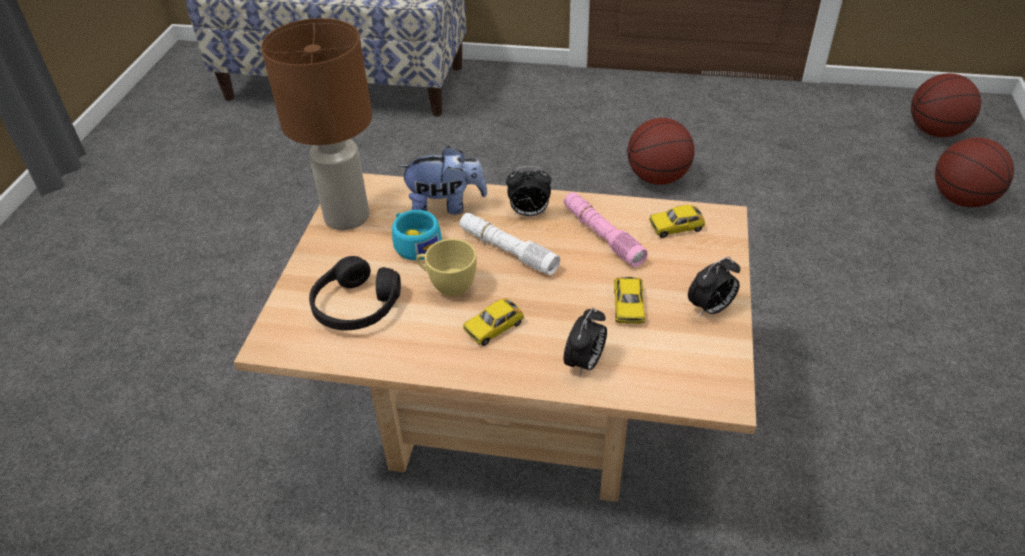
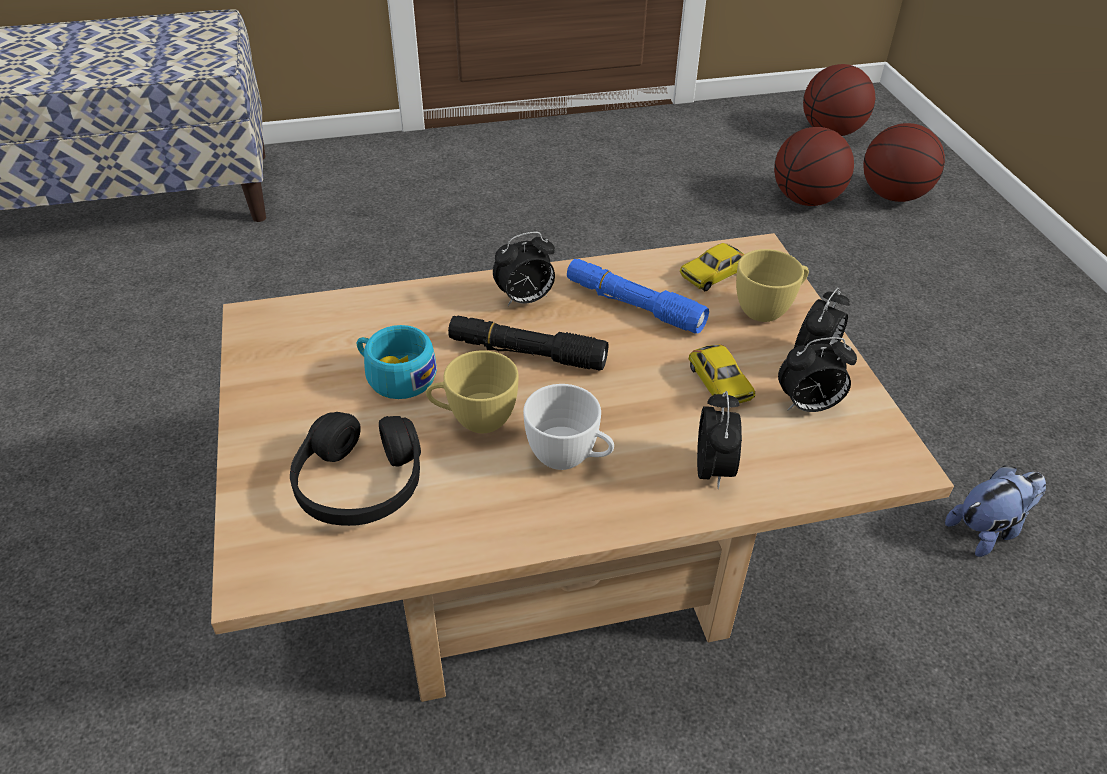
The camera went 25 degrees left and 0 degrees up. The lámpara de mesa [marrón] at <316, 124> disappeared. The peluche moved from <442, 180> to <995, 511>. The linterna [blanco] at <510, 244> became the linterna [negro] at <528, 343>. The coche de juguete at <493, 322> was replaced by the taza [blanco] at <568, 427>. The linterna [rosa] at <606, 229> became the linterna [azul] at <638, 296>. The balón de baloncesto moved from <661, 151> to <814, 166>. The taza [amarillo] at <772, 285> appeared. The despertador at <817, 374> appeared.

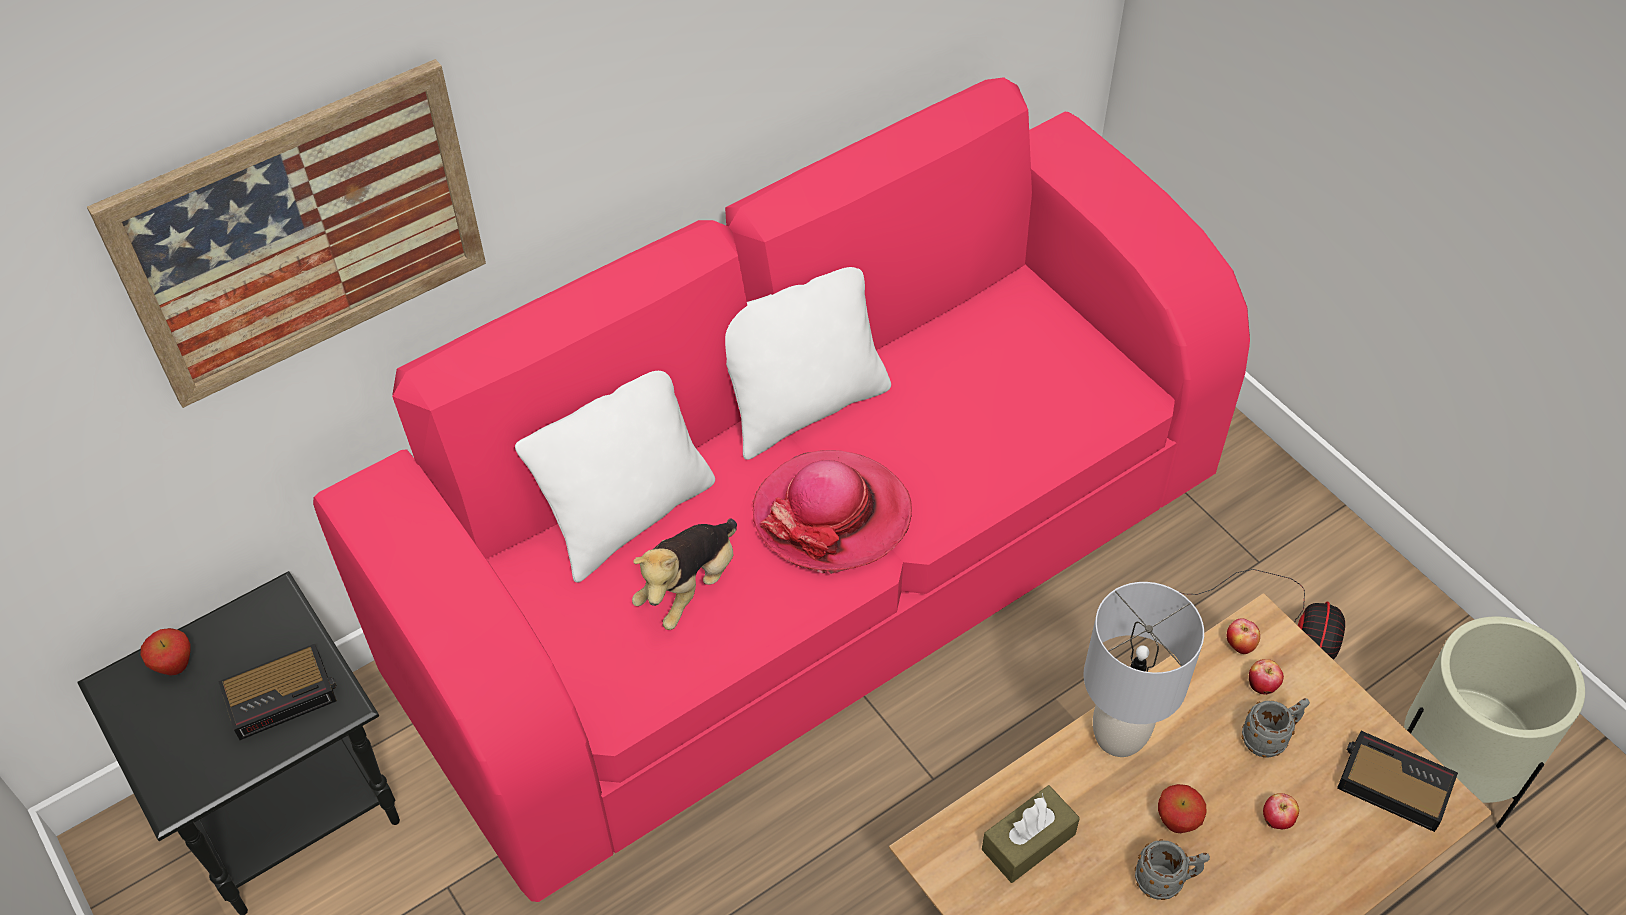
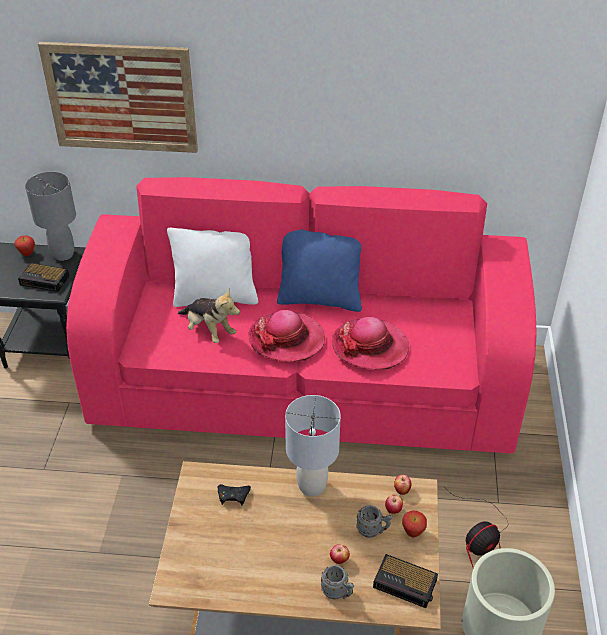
The camera went 40 degrees right and 10 degrees down. The peluche at <684, 574> turned 120 degrees counterclockwise. The cojín [blanco] at <808, 363> became the cojín [azul] at <319, 270>. The caja de pañuelos [marrón] at <1031, 834> was replaced by the mando de consola [negro] at <234, 495>. The taza grande [gris] moved from <1172, 869> to <337, 582>. The manzana moved from <1182, 808> to <414, 523>. The despertador at <1397, 781> turned 135 degrees clockwise. The lámpara de mesa [gris] at <50, 216> appeared. The sombrero at <370, 343> appeared.

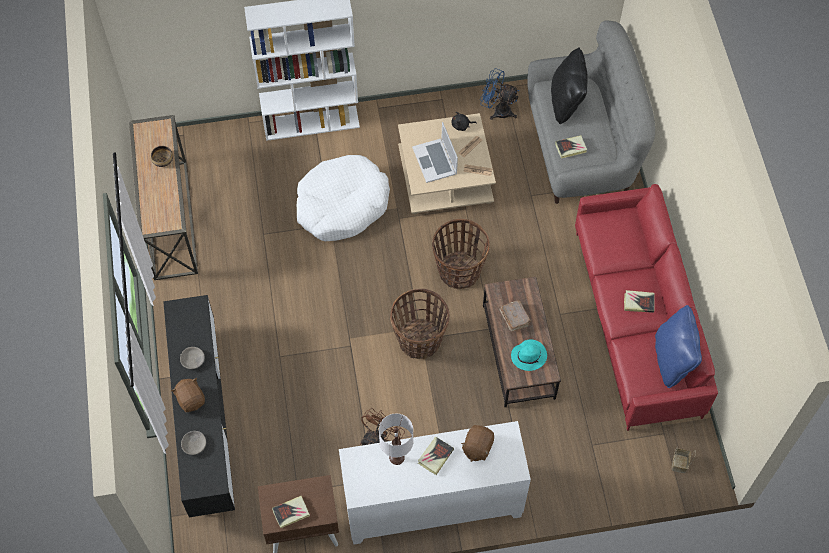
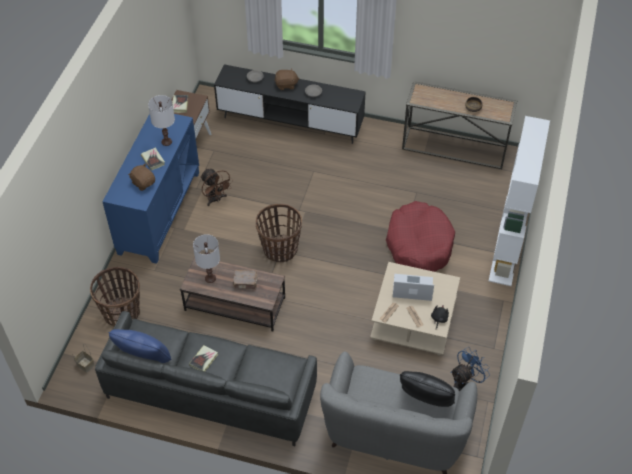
The camera went 115 degrees right and 10 degrees down. The cama para perro [blanco] at <343, 198> became the cama para perro [rojo] at <420, 236>. The armario [blanco] at <435, 482> became the armario [azul] at <150, 189>. The cesta moved from <461, 254> to <115, 297>. The sombrero [turquesa] at <529, 355> was replaced by the lámpara de mesa [blanco] at <206, 258>. The libro at <571, 147> disappeared. The sofá [rojo] at <646, 307> became the sofá [gris] at <206, 378>.

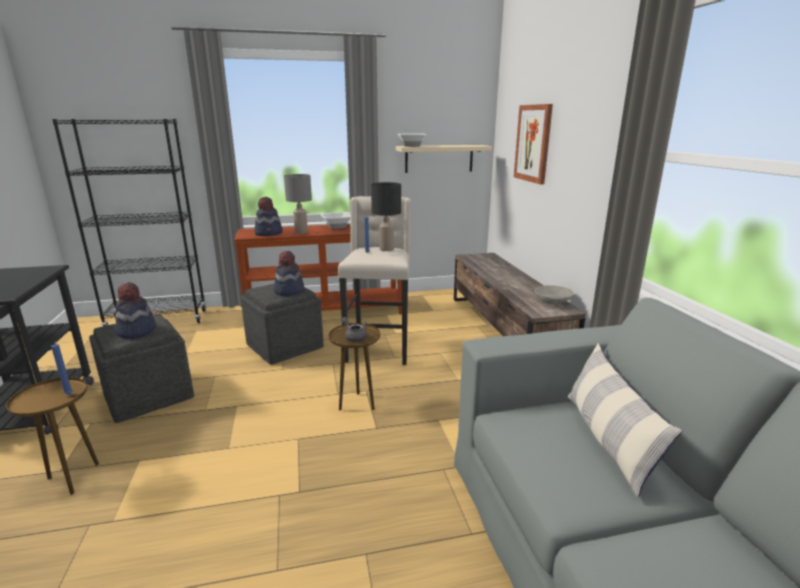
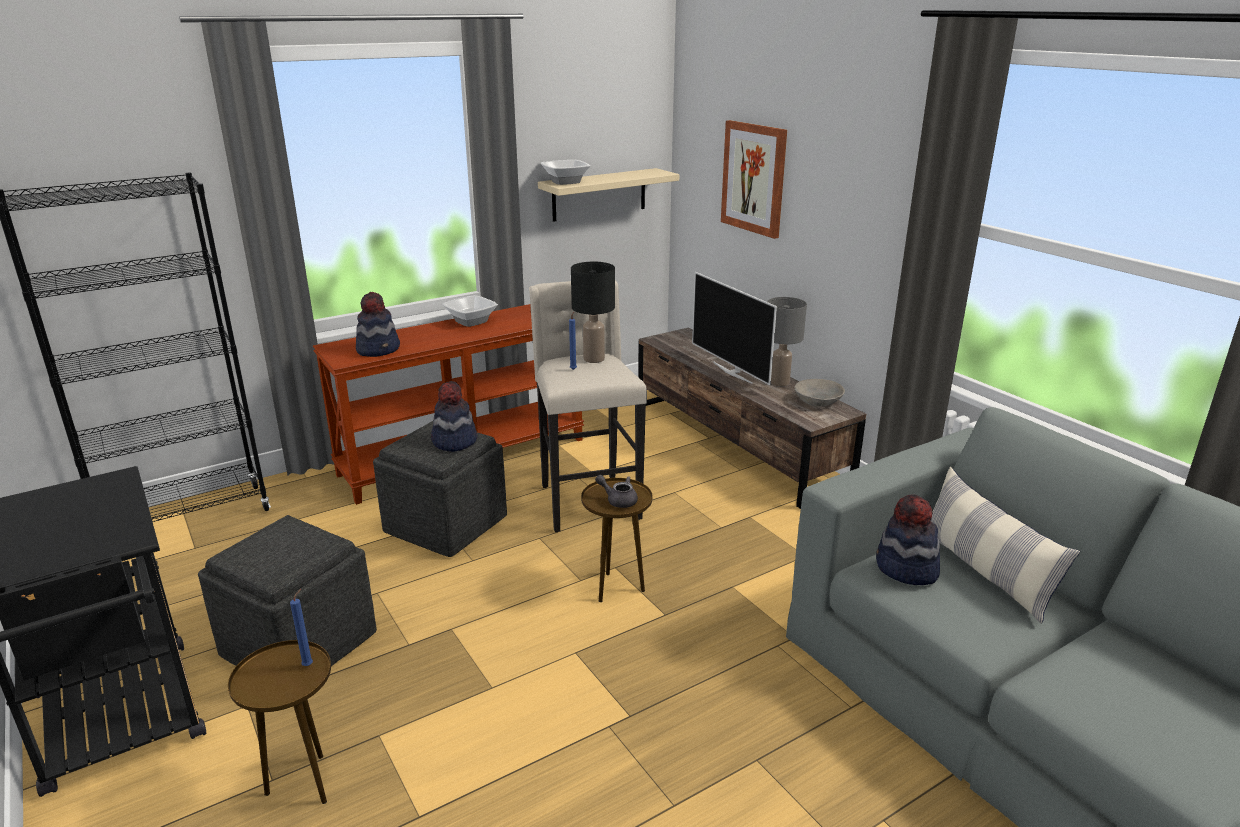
The camera went 20 degrees left and 5 degrees up. The sombrero moved from <135, 310> to <908, 539>. The lámpara de mesa [gris] moved from <298, 204> to <787, 342>. The televisor at <734, 328> appeared.

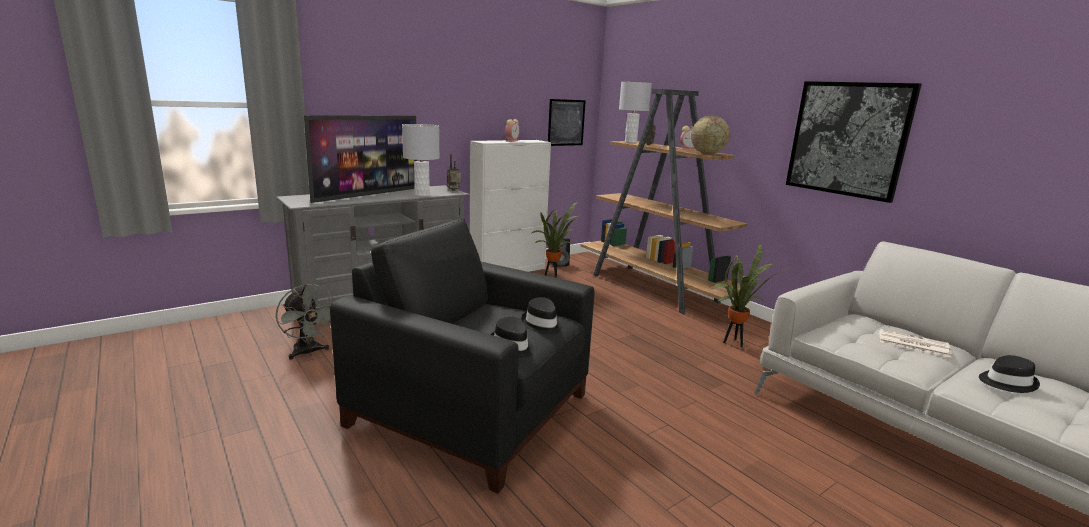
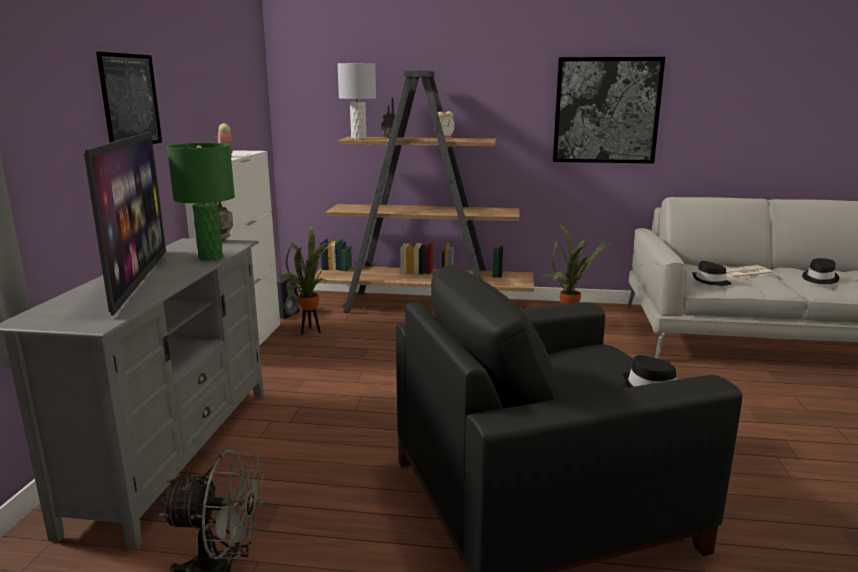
The camera went 45 degrees left and 0 degrees up. The lámpara de mesa [gris] at <421, 160> became the lámpara de mesa [verde] at <201, 202>. The sombrero [negro] moved from <541, 315> to <712, 273>. The cuadro moved from <567, 122> to <129, 98>. The globo terráqueo at <710, 135> disappeared.

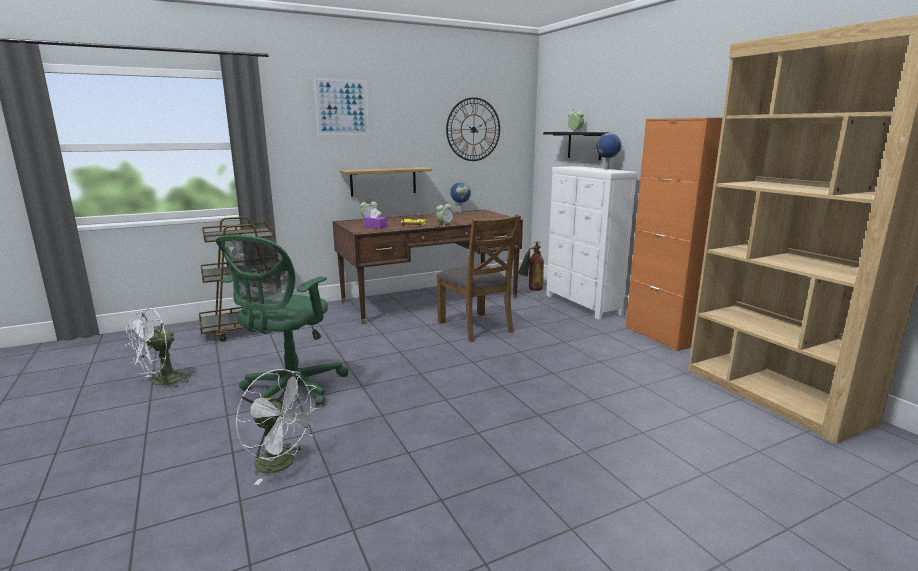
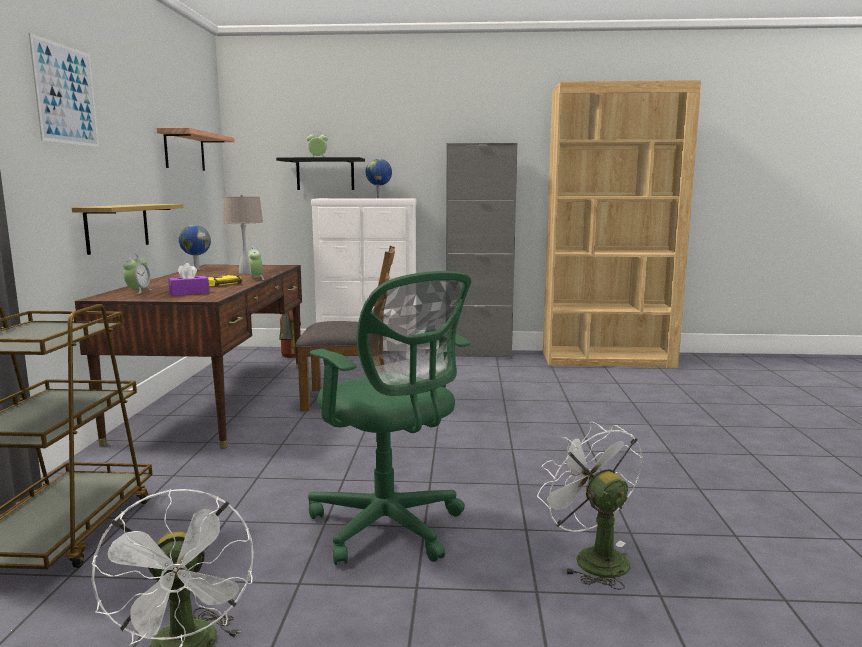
The camera went 60 degrees left and 5 degrees down. The ventilador [blanco] at <278, 427> turned 90 degrees counterclockwise. The reloj de pared at <473, 129> was replaced by the estante at <195, 149>. The armario [naranja] at <674, 234> became the armario [gris] at <481, 250>. The lámpara de mesa [beis] at <243, 234> appeared.

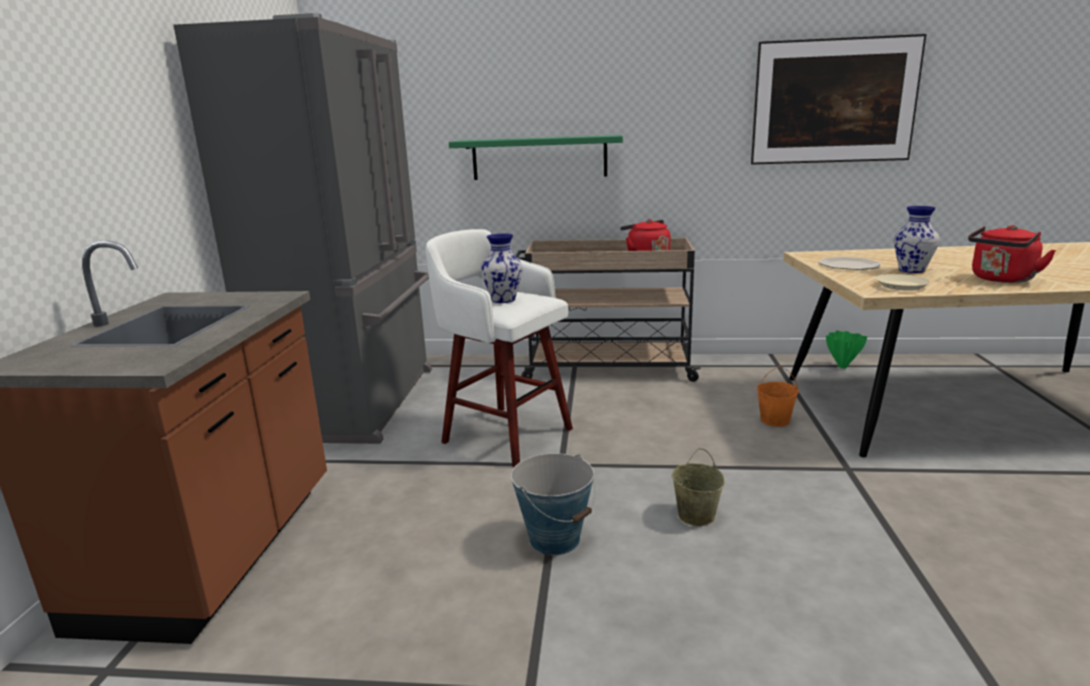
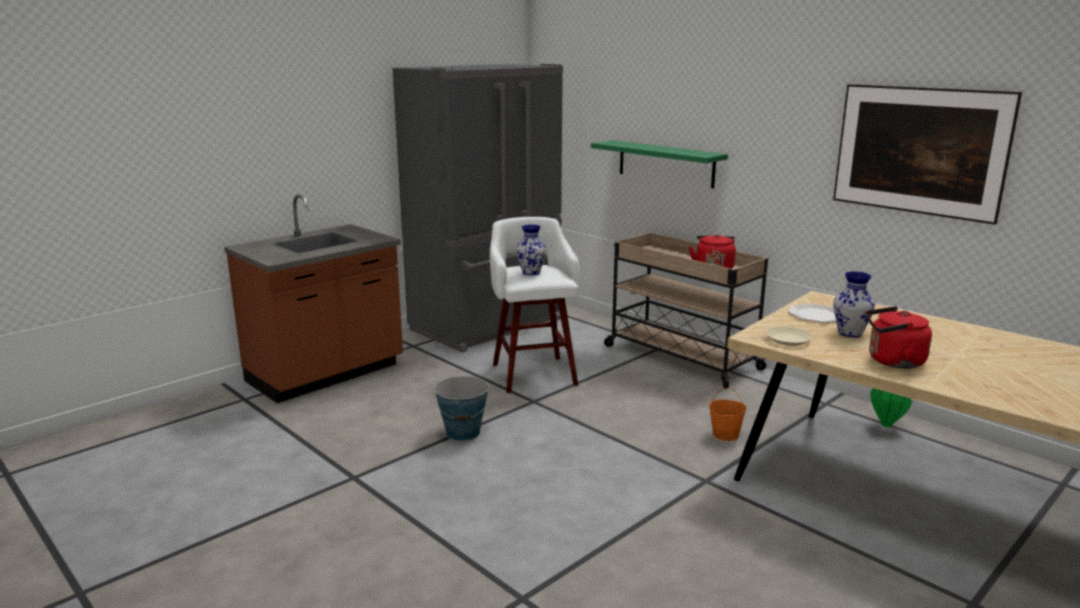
The camera went 40 degrees right and 0 degrees up. The cubo [beis] at <698, 487> disappeared.

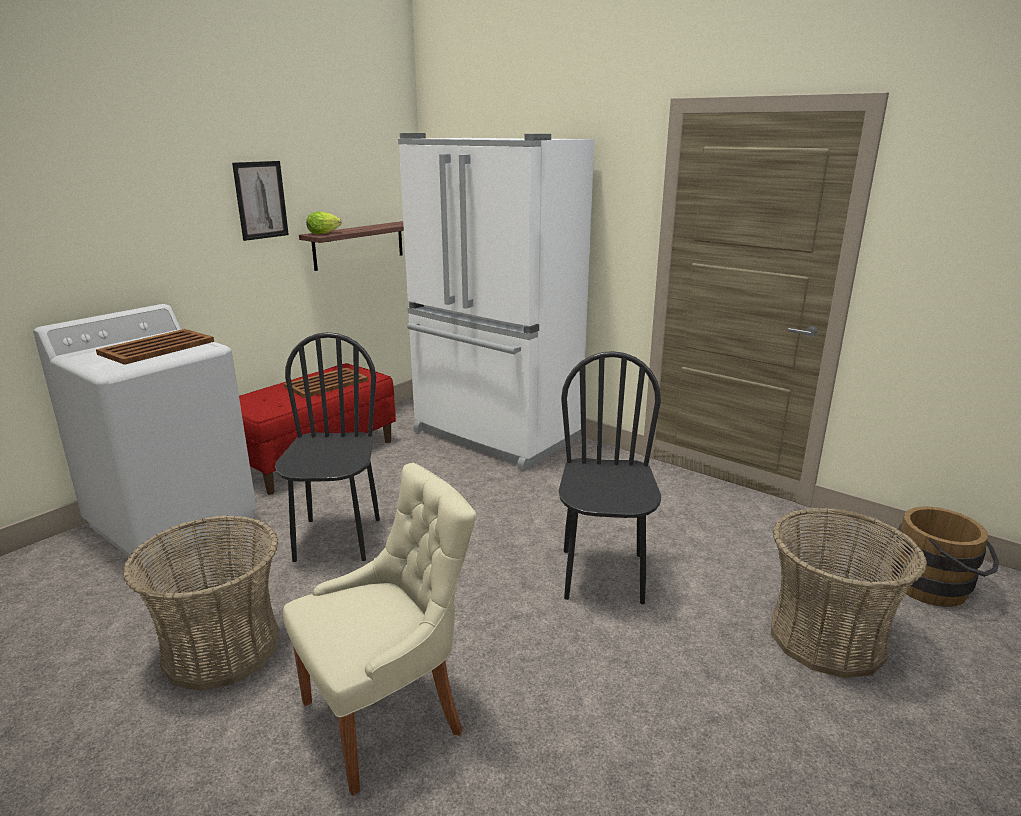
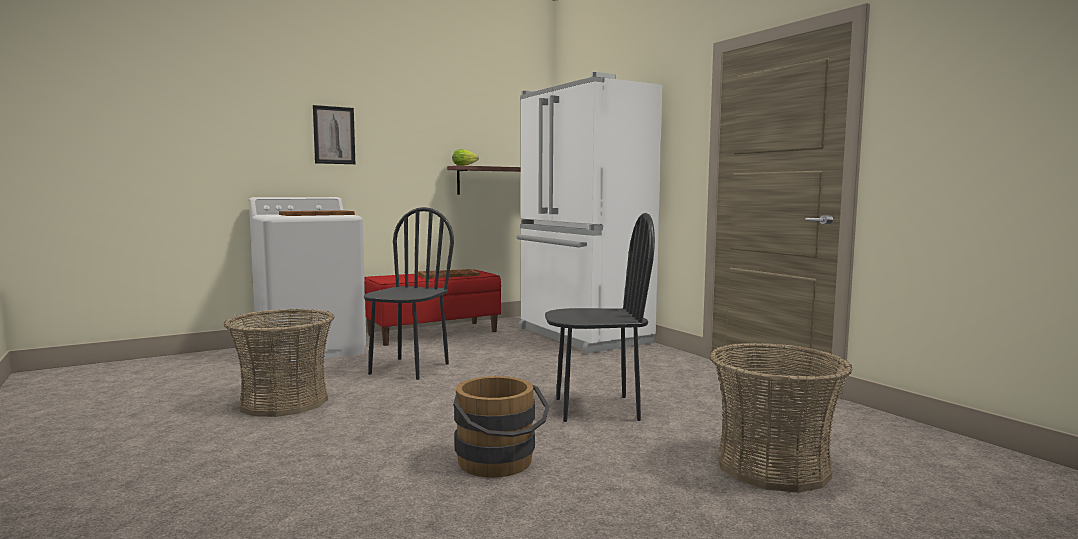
The camera went 20 degrees right and 15 degrees down. The cuadro moved from <260, 201> to <334, 134>. The silla [beis] at <379, 629> disappeared. The silla [negro] at <610, 477> turned 60 degrees clockwise. The cubo [marrón] moved from <945, 557> to <501, 427>.

